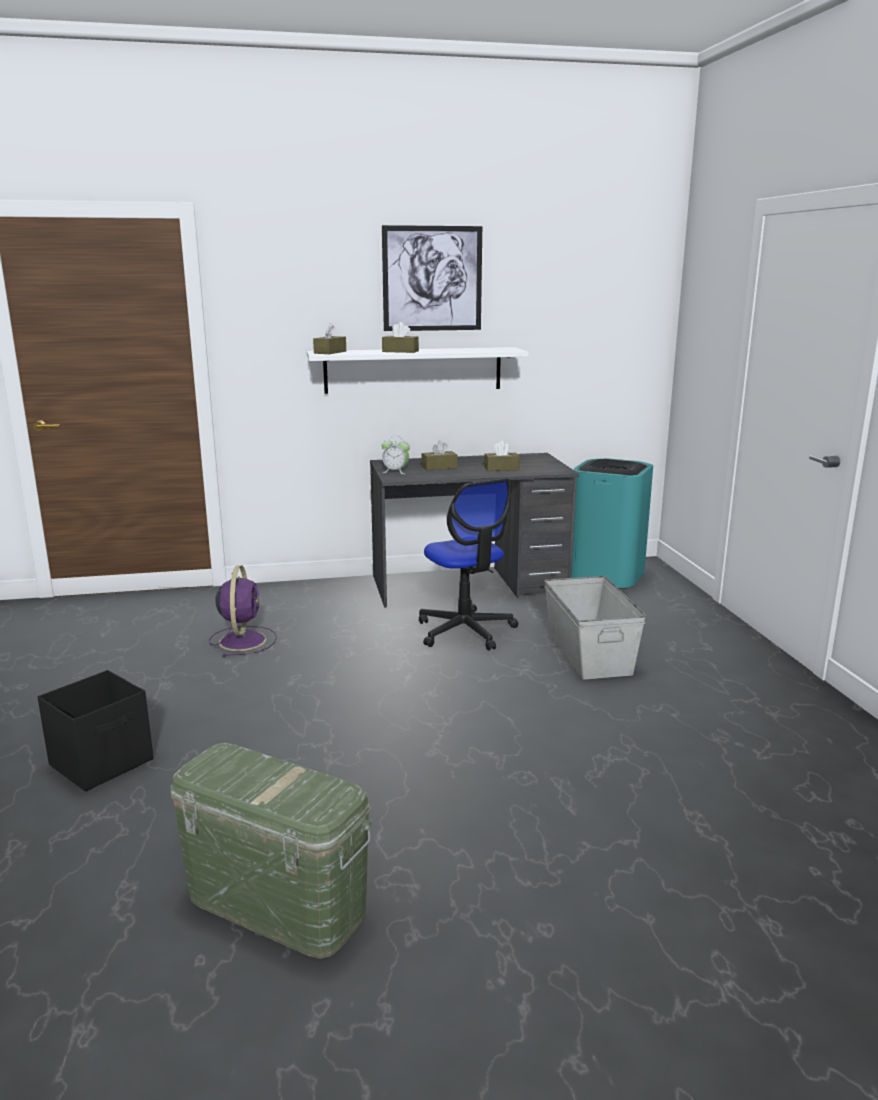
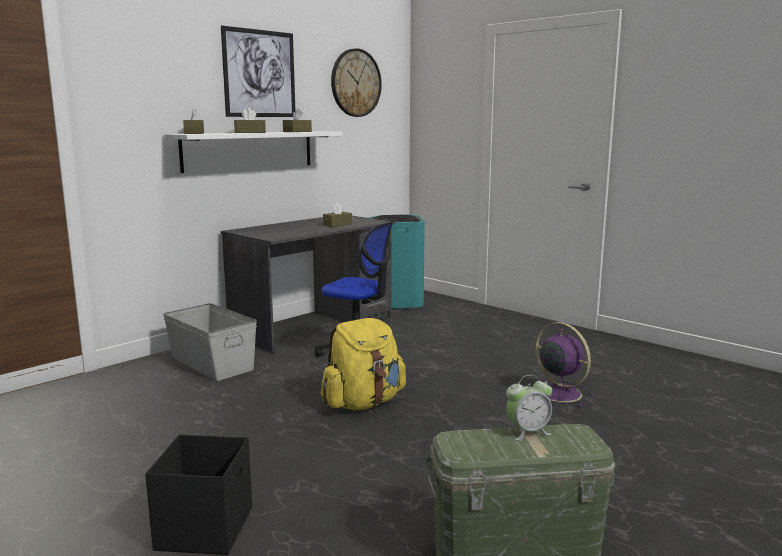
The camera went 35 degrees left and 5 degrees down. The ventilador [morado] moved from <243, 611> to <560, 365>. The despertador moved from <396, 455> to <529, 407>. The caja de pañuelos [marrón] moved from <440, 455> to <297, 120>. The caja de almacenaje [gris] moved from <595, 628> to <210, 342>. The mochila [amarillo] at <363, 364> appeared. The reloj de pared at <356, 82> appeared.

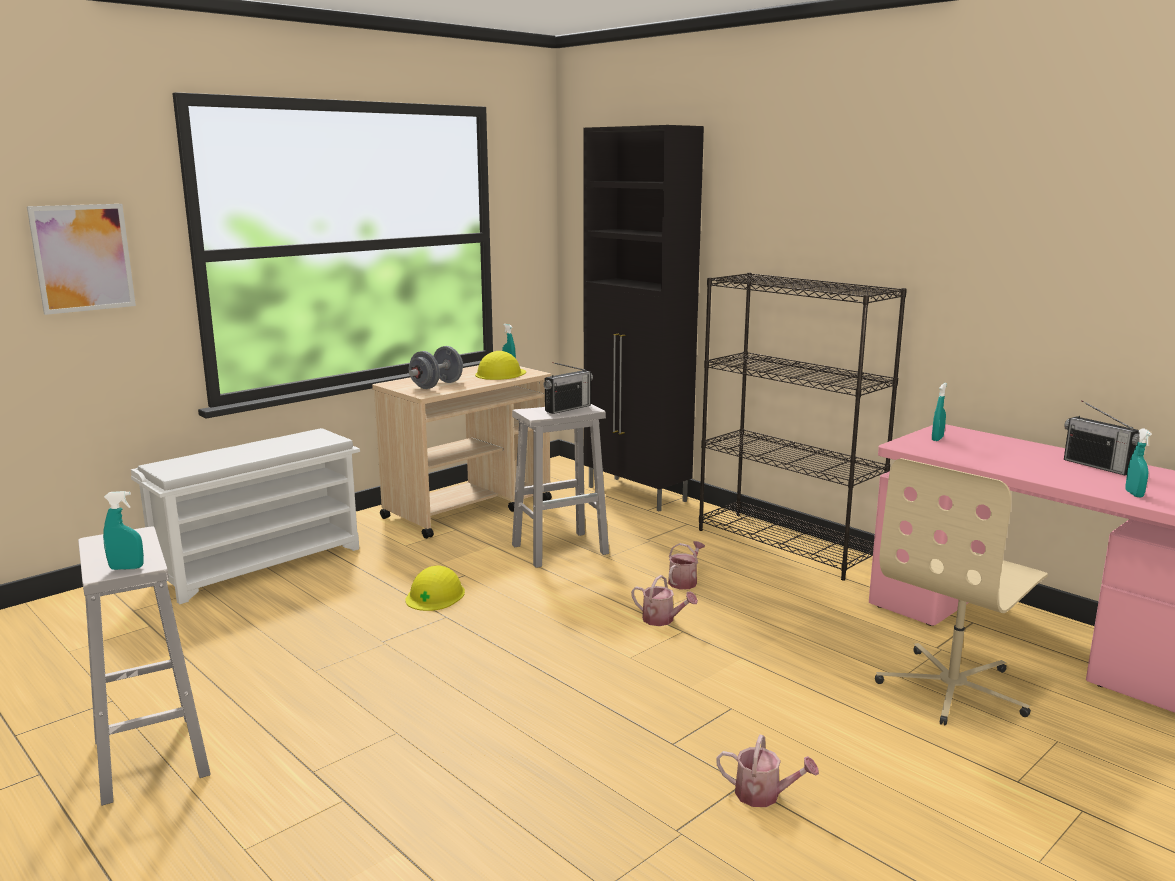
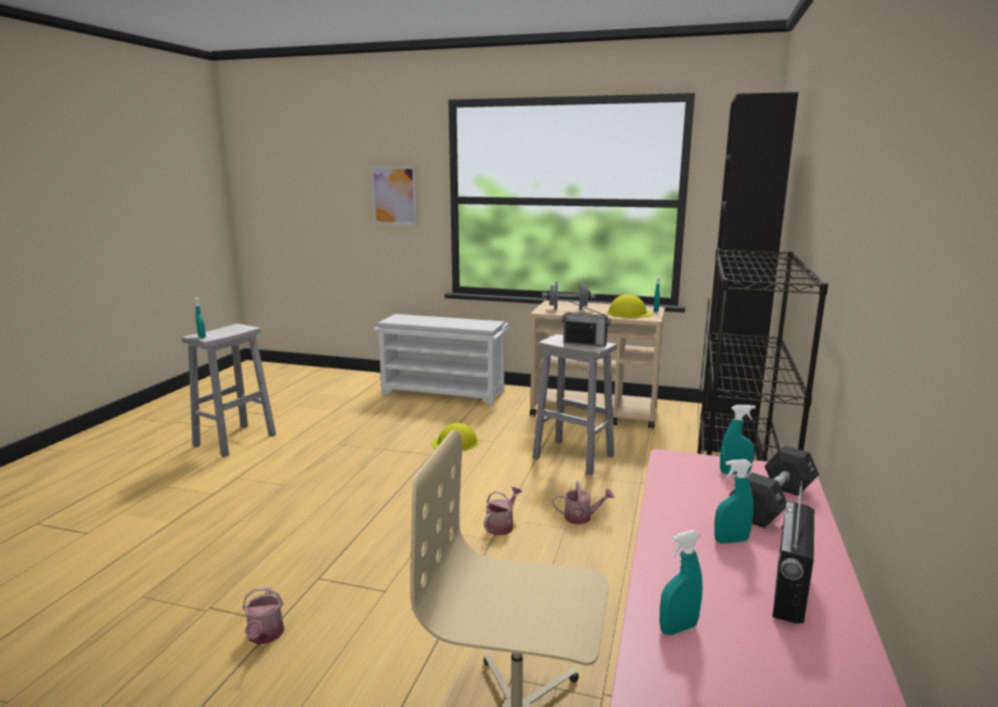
The camera went 60 degrees right and 0 degrees up. The regadera at <664, 600> turned 150 degrees counterclockwise. The pulverizador [turquesa] at <734, 501> appeared. The mancuerna [negro] at <774, 487> appeared.

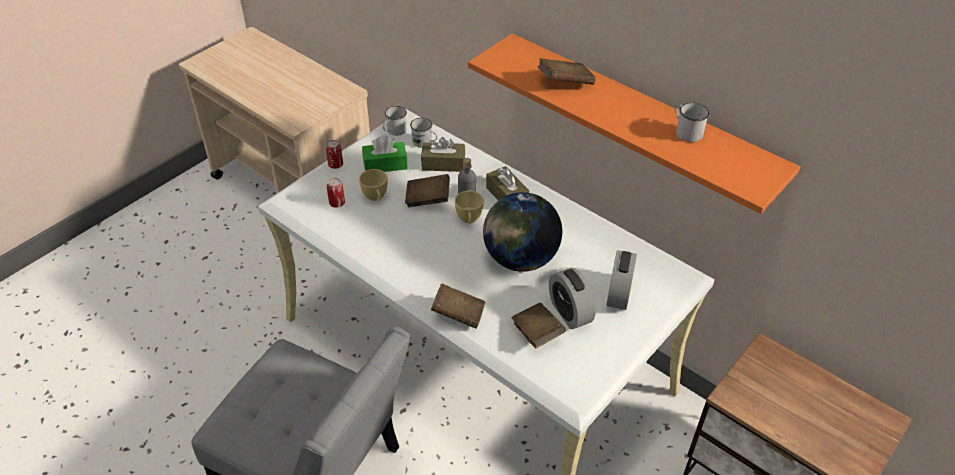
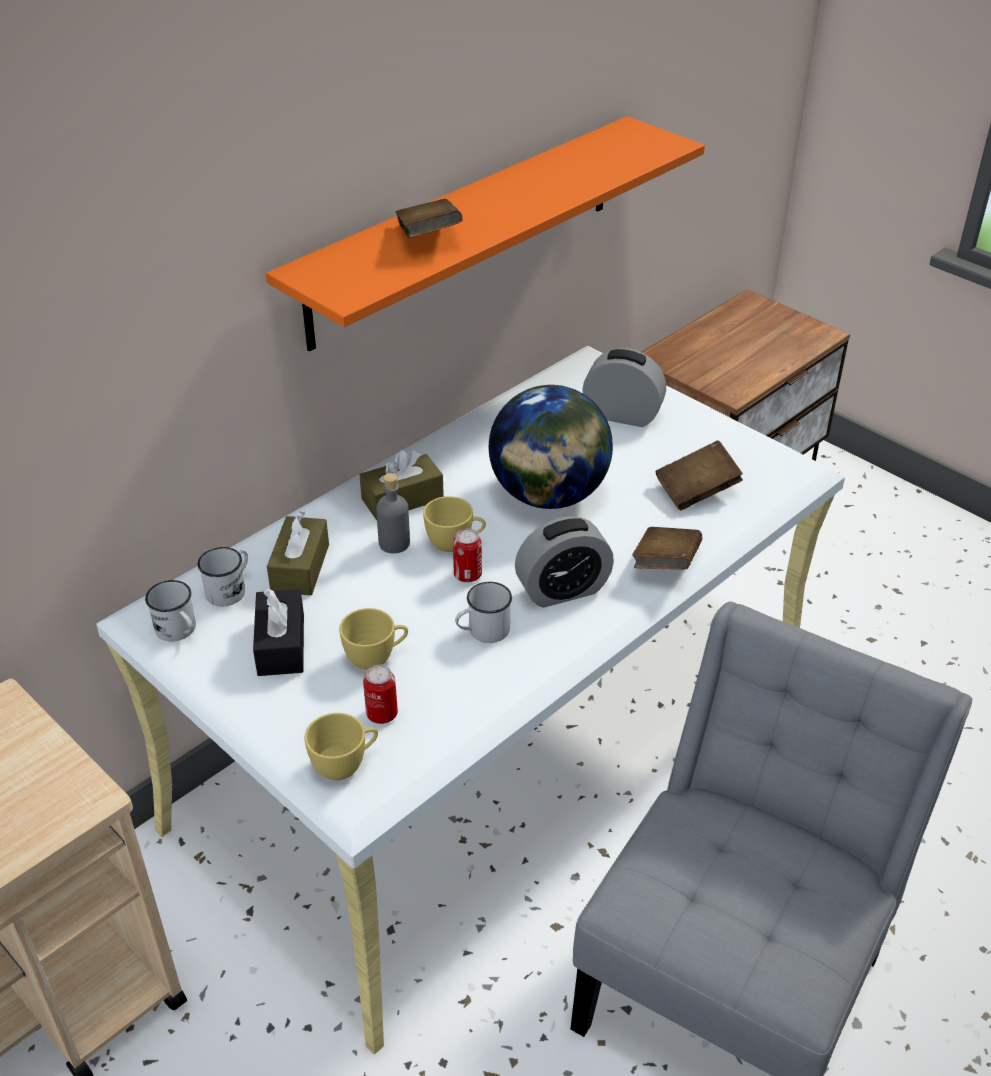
The camera went 85 degrees left and 5 degrees down. The lata moved from <334, 154> to <467, 555>. The caja de pañuelos [verde] at <385, 153> became the caja de pañuelos [negro] at <278, 632>. The libro [marrón] at <427, 190> disappeared. The despertador moved from <572, 298> to <564, 562>. The taza grande [blanco] moved from <693, 122> to <483, 612>. The taza [amarillo] at <341, 747> appeared.

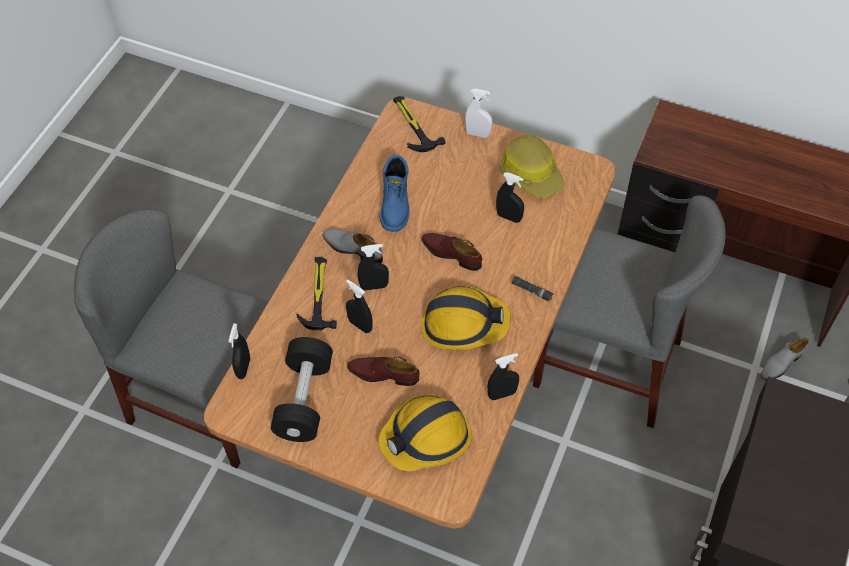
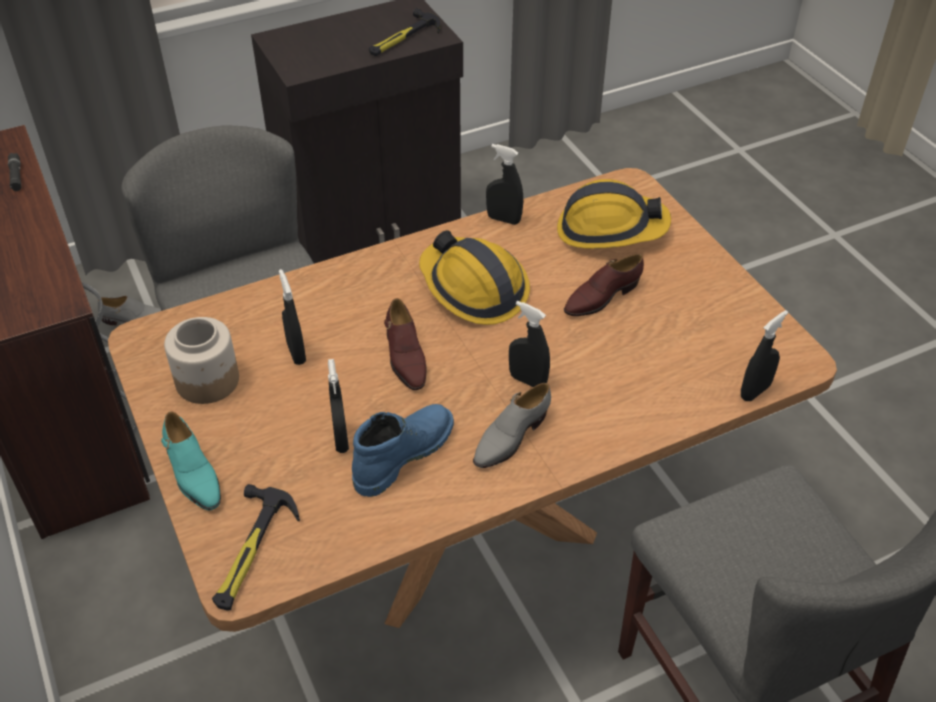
The camera went 140 degrees left and 10 degrees down. The mancuerna [negro] at <302, 389> disappeared. The martillo moved from <316, 293> to <404, 32>. The zapato [gris] at <353, 246> turned 60 degrees clockwise. The pulverizador [negro] moved from <359, 306> to <338, 406>. The zapato [marrón] at <383, 371> turned 90 degrees clockwise. The pulverizador [blanco] at <478, 113> was replaced by the zapato [turquesa] at <191, 461>. The casco at <532, 166> was replaced by the tarro at <201, 360>. The linterna [negro] moved from <533, 289> to <14, 172>.

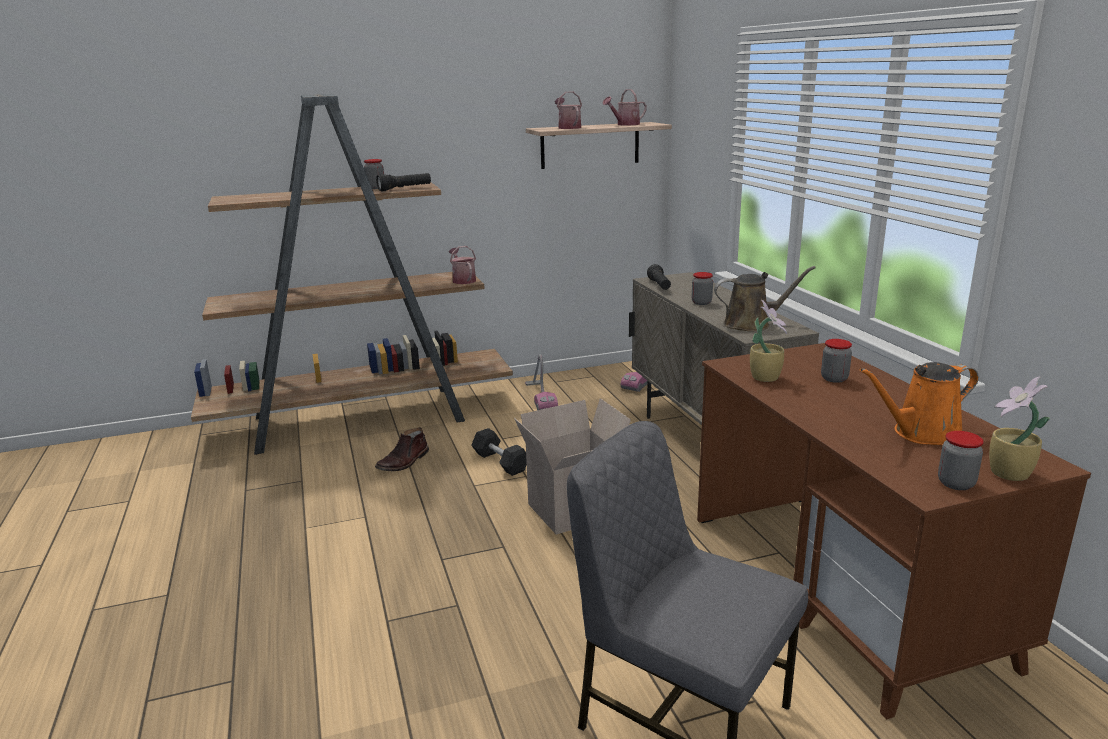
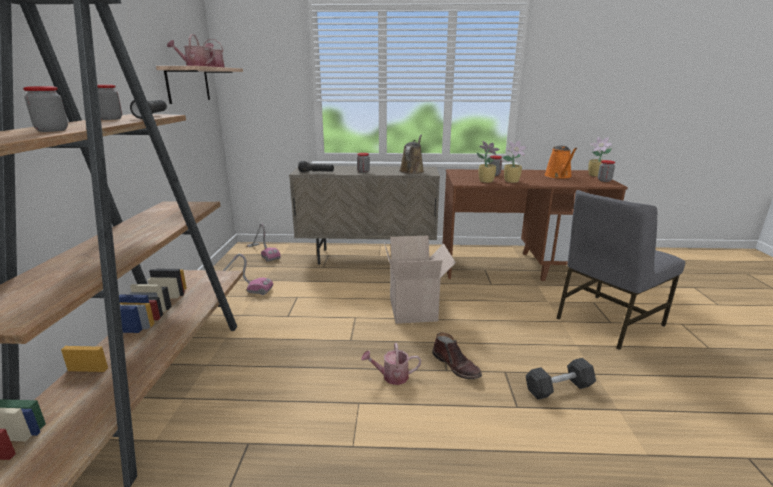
The camera went 70 degrees left and 0 degrees up. The bota [marrón] moved from <402, 449> to <457, 356>. The regadera moved from <462, 265> to <391, 364>. The mancuerna [gris] moved from <499, 452> to <561, 379>. The tarro at <45, 109> appeared. The planta en maceta at <515, 161> appeared.

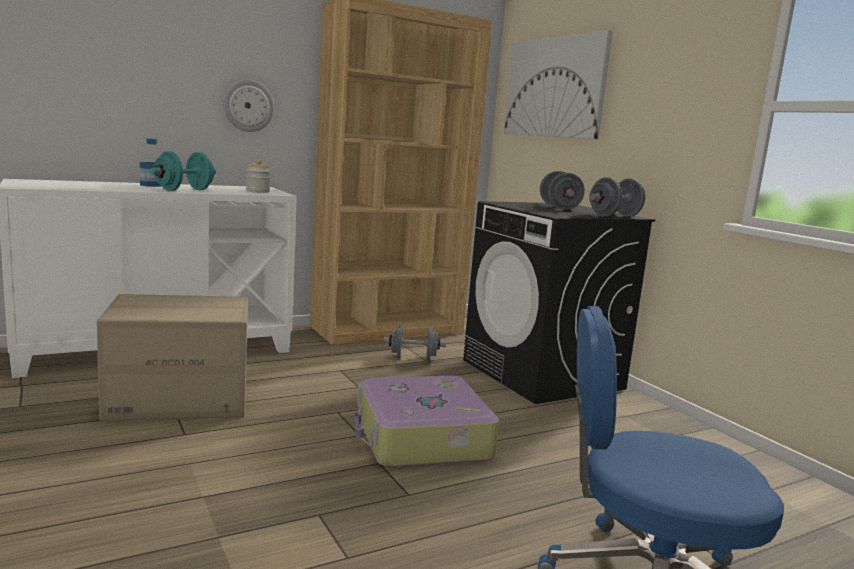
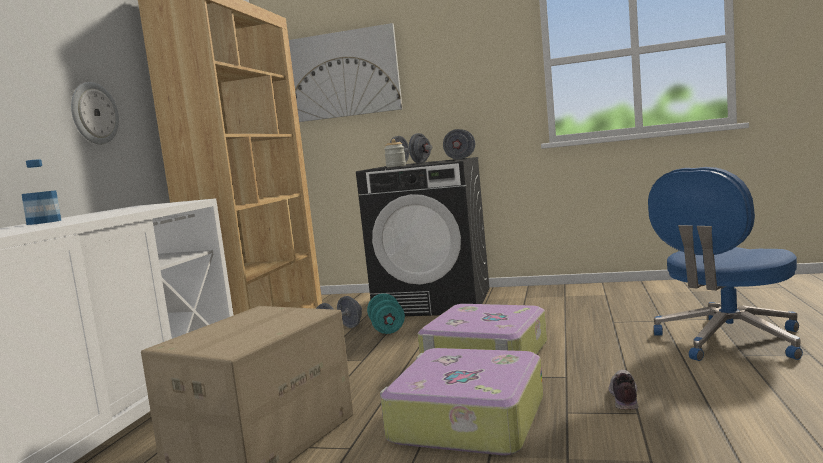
The camera went 45 degrees left and 5 degrees down. The mancuerna [turquesa] moved from <183, 171> to <386, 314>. The tarro moved from <258, 176> to <395, 153>. The maleta at <461, 401> appeared. The zapato at <624, 390> appeared.

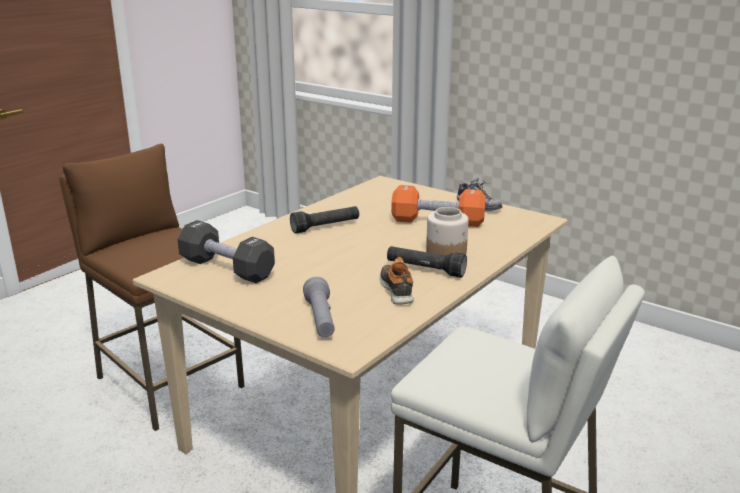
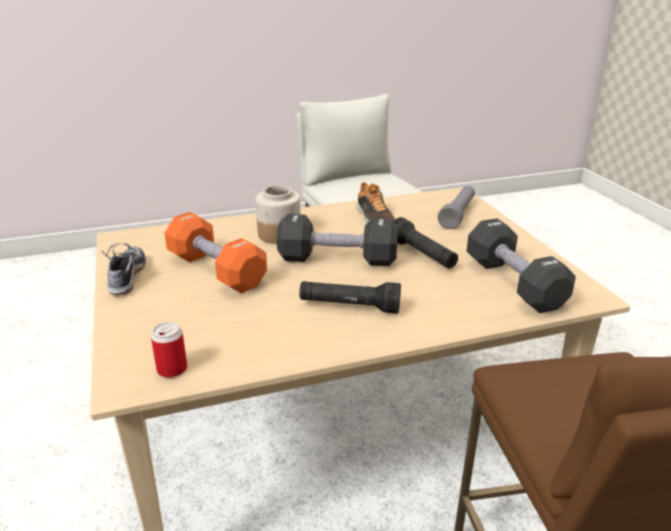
The camera went 145 degrees left and 5 degrees up. The zapato at <396, 281> turned 45 degrees counterclockwise. The linterna [negro] moved from <427, 262> to <426, 242>. The lata at <169, 350> appeared. The mancuerna [negro] at <337, 240> appeared.

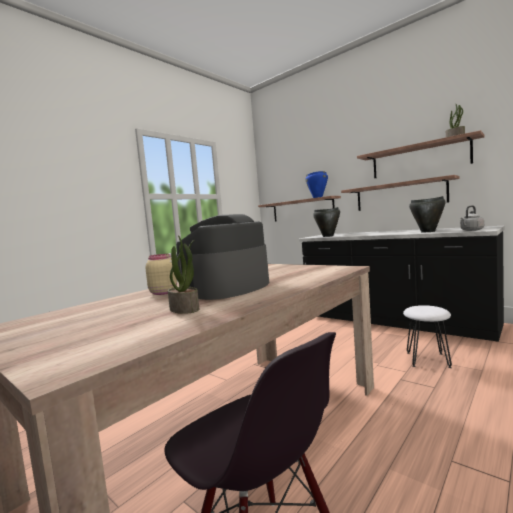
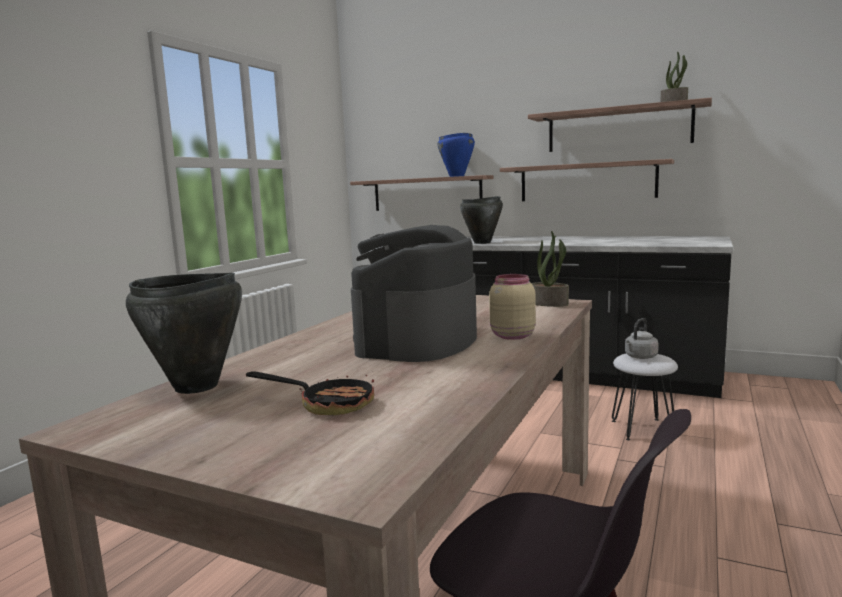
The camera went 15 degrees left and 5 degrees up. The tarro [beis] moved from <161, 274> to <512, 307>. The planta en maceta moved from <183, 274> to <550, 269>. The olla [negro] moved from <427, 214> to <184, 333>. The hervidor [gris] moved from <472, 218> to <642, 338>. The sartén at <310, 393> appeared.

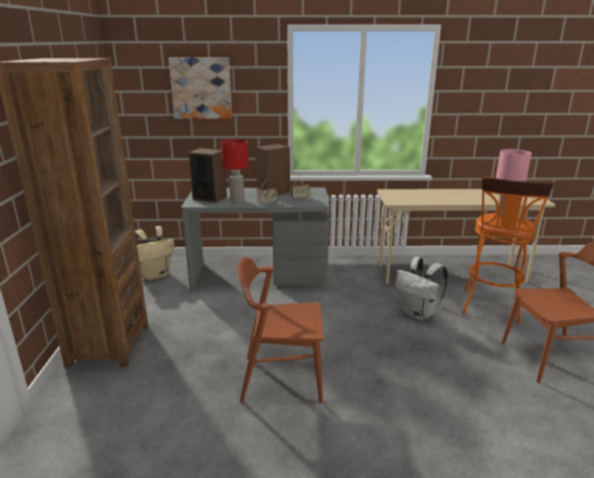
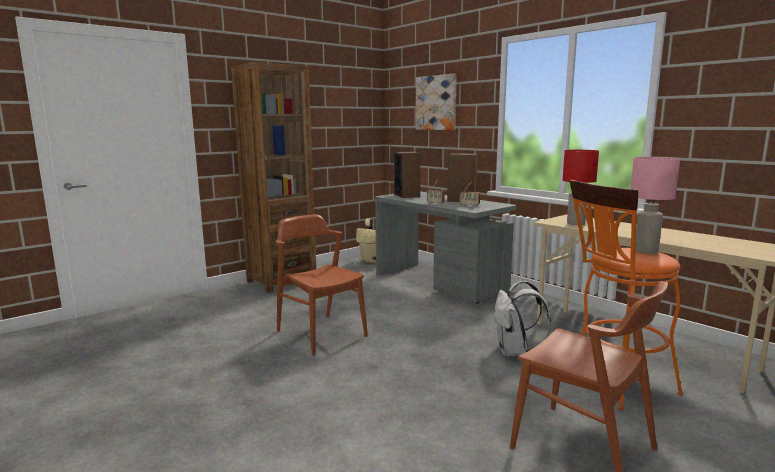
The camera went 50 degrees right and 10 degrees down. The lámpara de mesa [rojo] moved from <235, 171> to <581, 187>.

